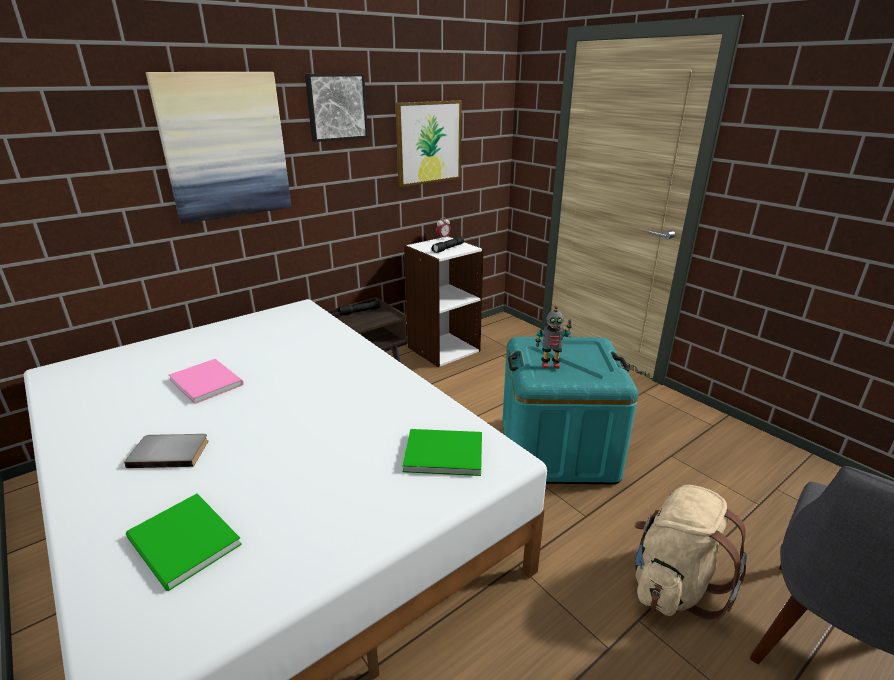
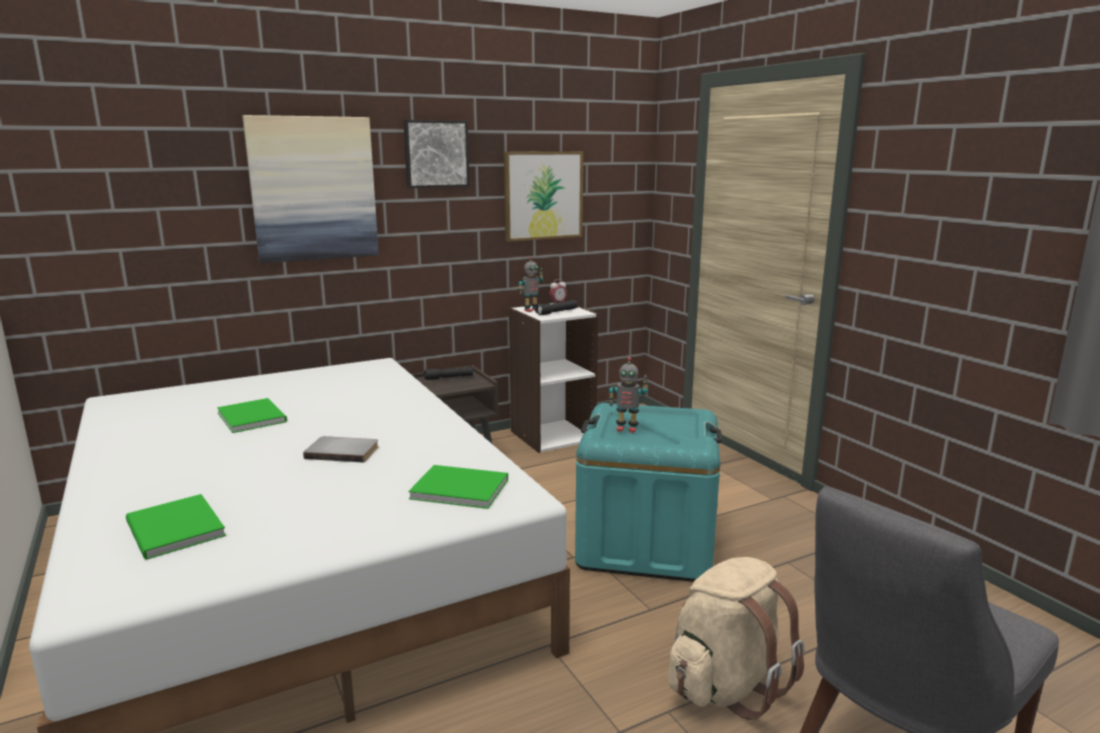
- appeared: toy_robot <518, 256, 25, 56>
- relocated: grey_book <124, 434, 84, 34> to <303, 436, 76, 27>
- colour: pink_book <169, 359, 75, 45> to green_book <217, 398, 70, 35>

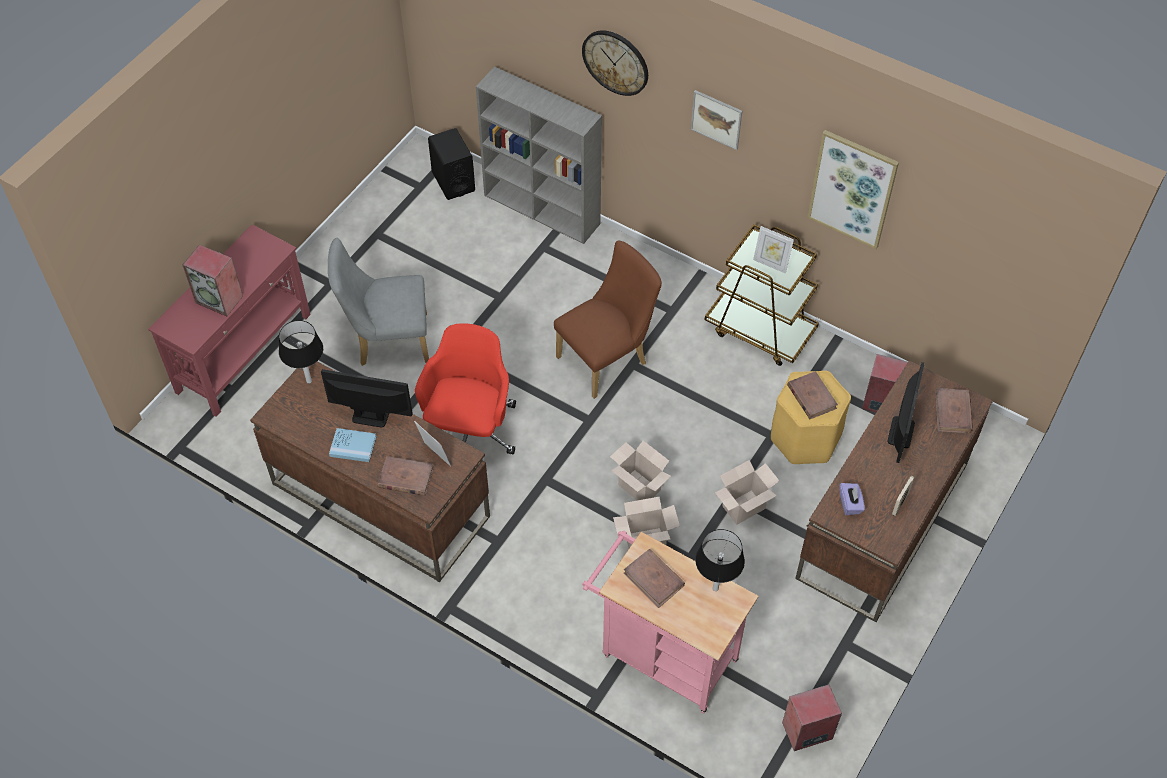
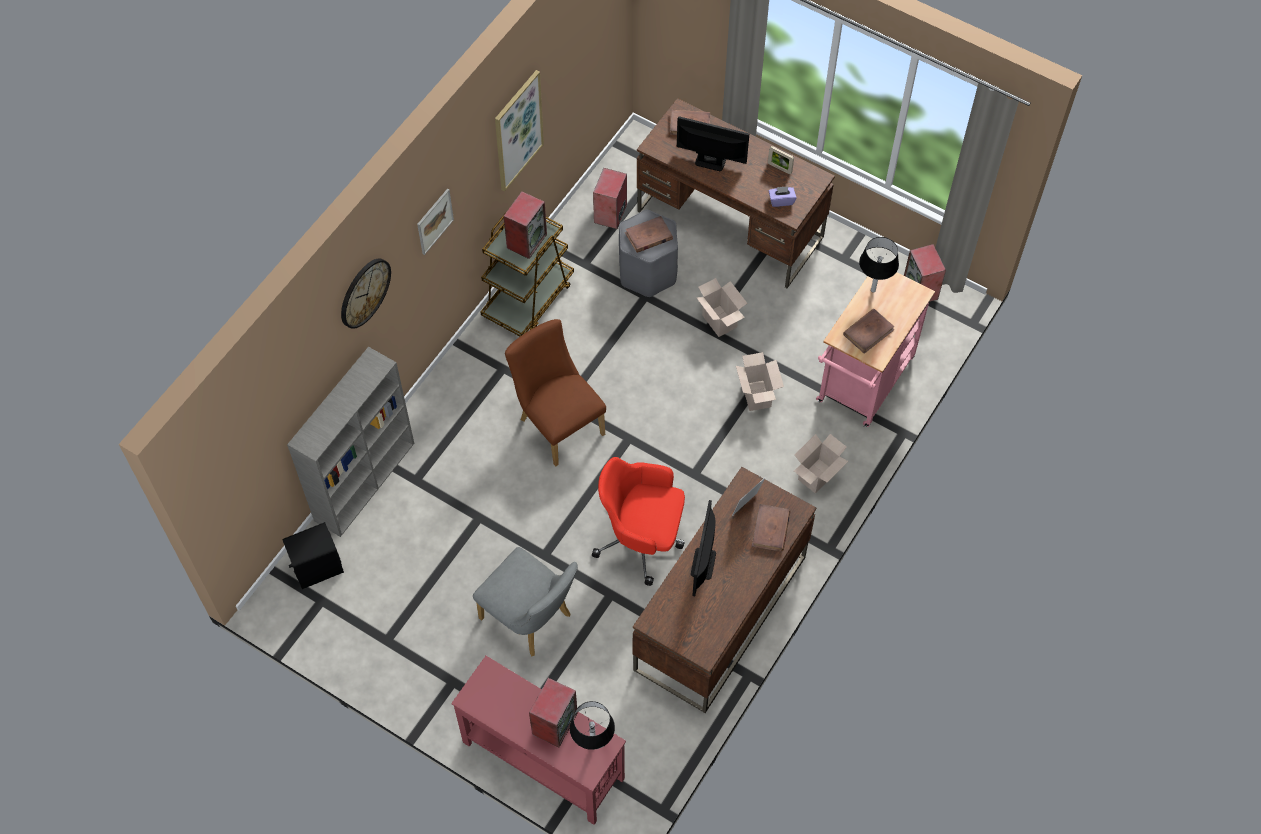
- missing: blue_book <329, 428, 48, 34>
- relocated: black_table_lamp <279, 320, 44, 64> to <570, 701, 45, 49>
- relocated: cardboard_box <610, 440, 61, 60> to <794, 434, 54, 60>
- exchanged: picture_frame <753, 226, 41, 48> to speaker <504, 191, 43, 68>
- colour: yellow_stool <771, 371, 80, 93> to grey_stool <619, 210, 59, 87>
- spun: grey_chair <328, 238, 101, 128> = <473, 547, 105, 110> 45 degrees counterclockwise

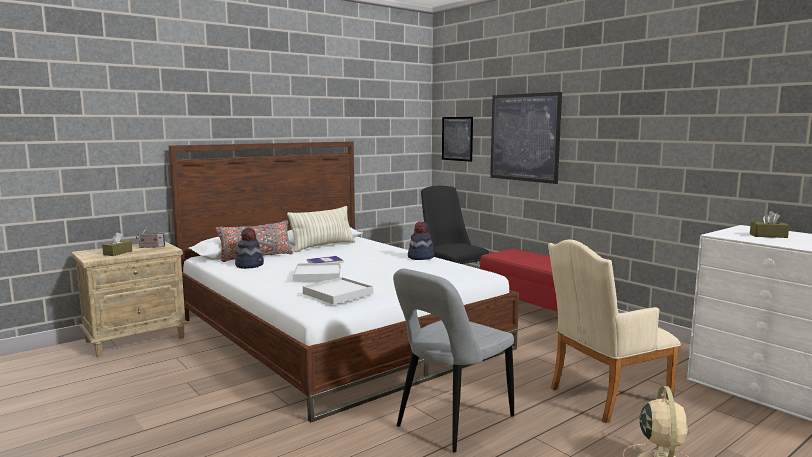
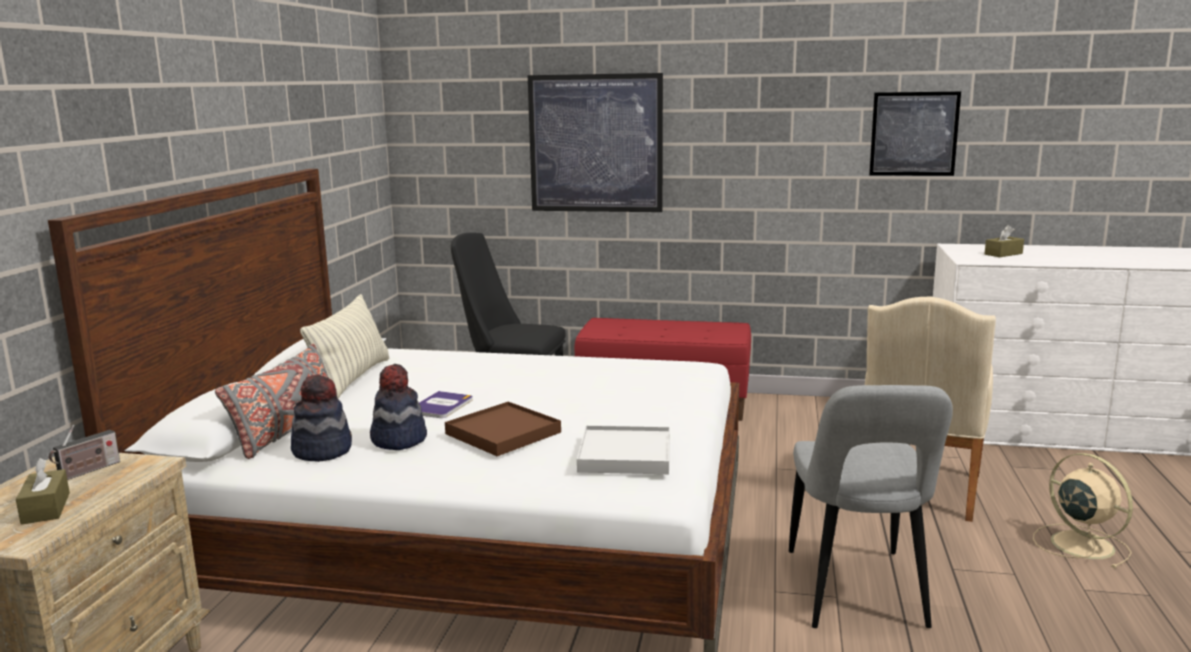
- relocated: hat <408, 221, 26, 39> to <370, 364, 57, 86>
- relocated: picture <442, 117, 31, 45> to <869, 91, 92, 85>
- colour: white_tray <293, 263, 47, 18> to brown_tray <445, 402, 116, 54>

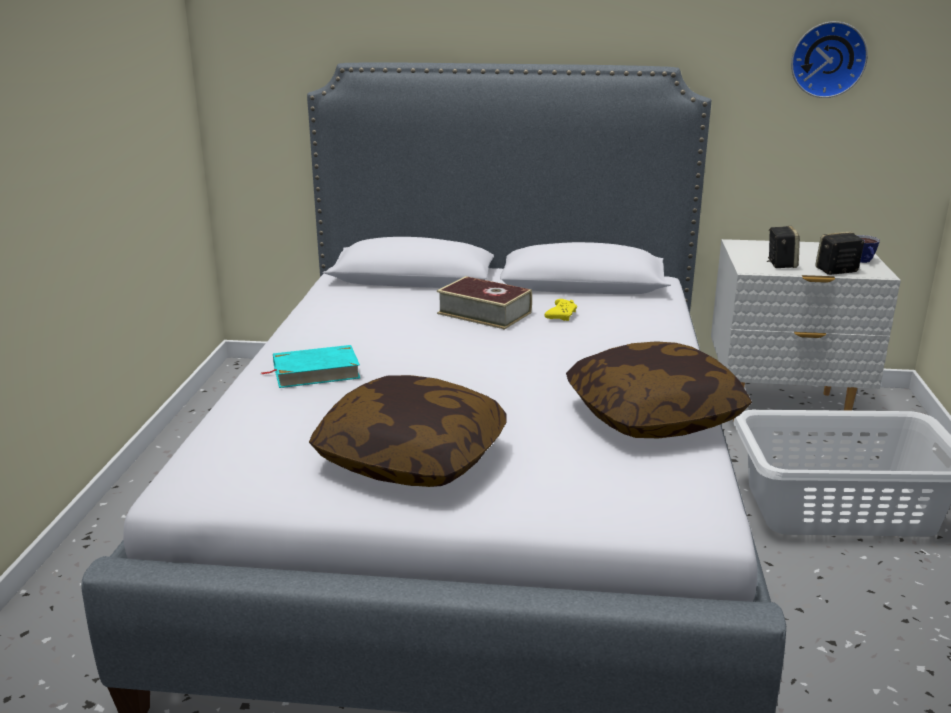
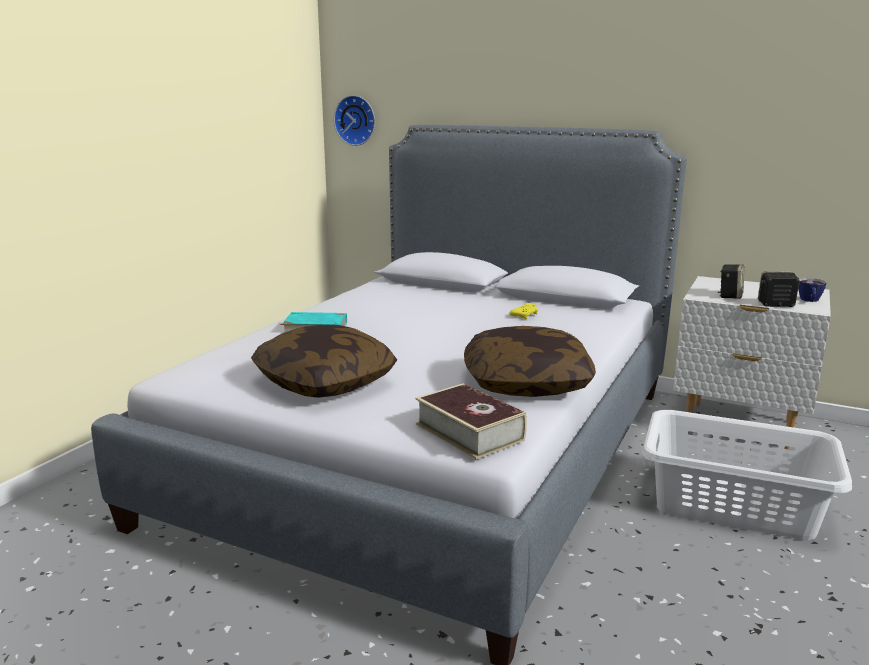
- relocated: book <437, 276, 95, 54> to <416, 383, 111, 76>
- relocated: wall_clock <791, 21, 77, 77> to <334, 95, 41, 51>

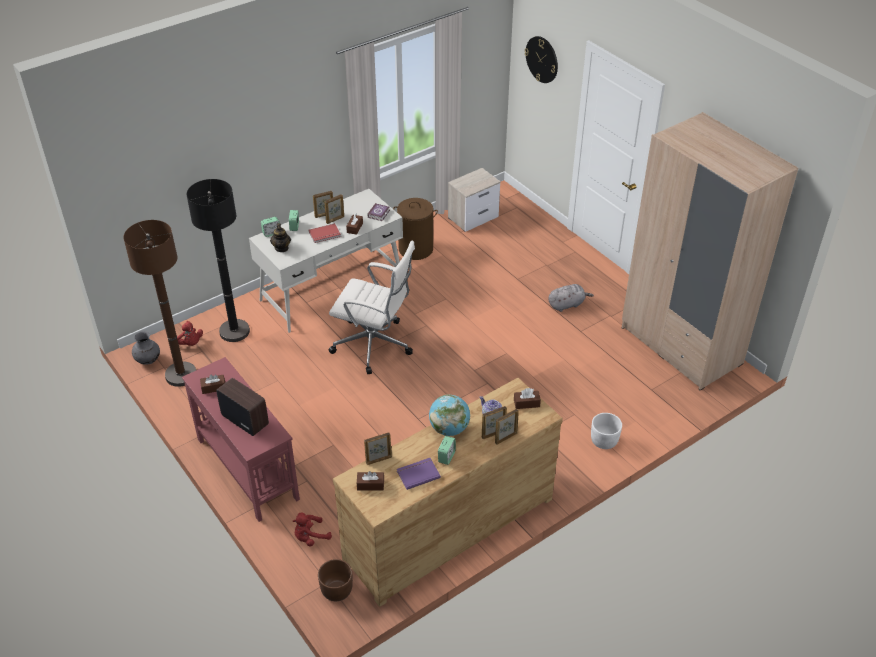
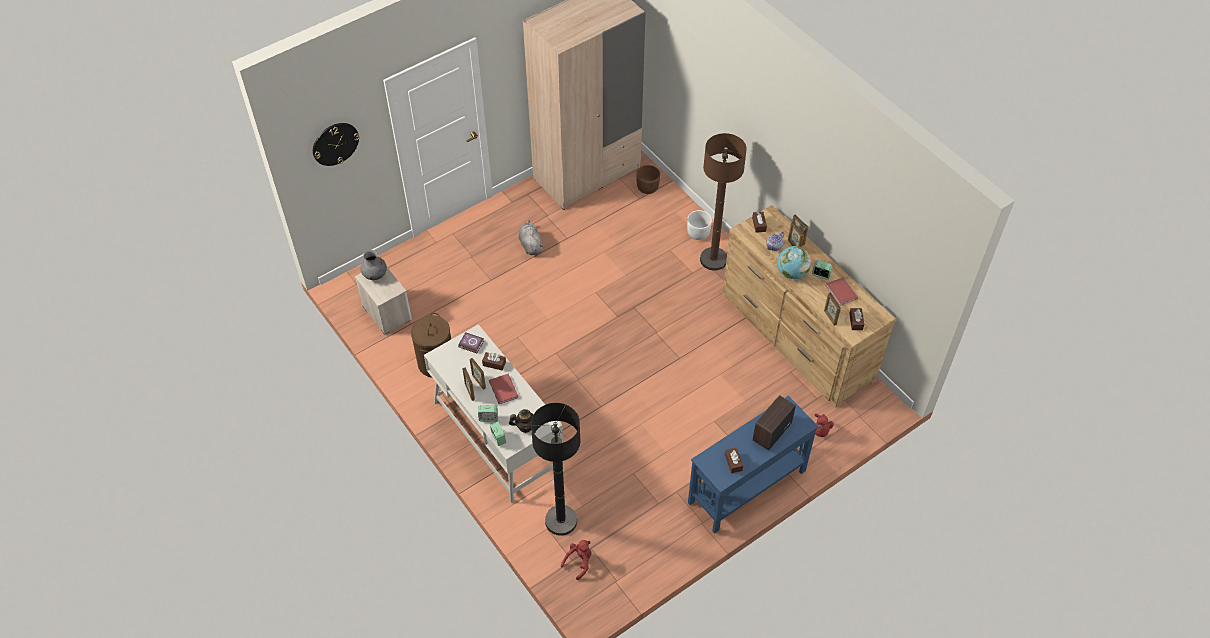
- missing: white_office_chair <329, 240, 86, 134>
- relocated: brown_floor_lamp <123, 220, 73, 167> to <700, 133, 47, 138>
- relocated: grey_vase <132, 331, 28, 34> to <360, 250, 27, 30>
- relocated: brown_planter <318, 559, 35, 42> to <636, 165, 24, 29>
- colour: red_console_table <182, 357, 118, 165> to blue_console_table <688, 396, 130, 138>
- colour: purple_book <397, 458, 44, 32> to red_book <826, 277, 32, 29>

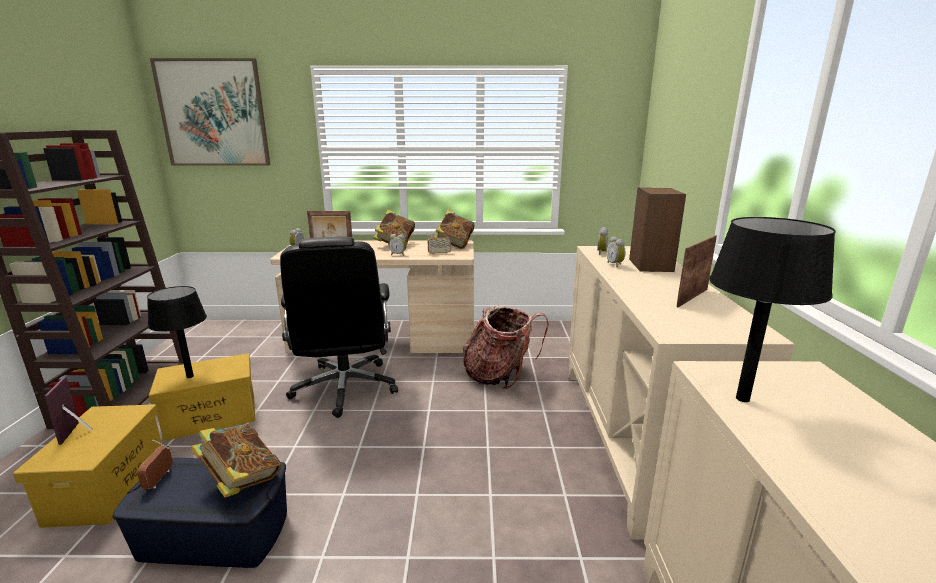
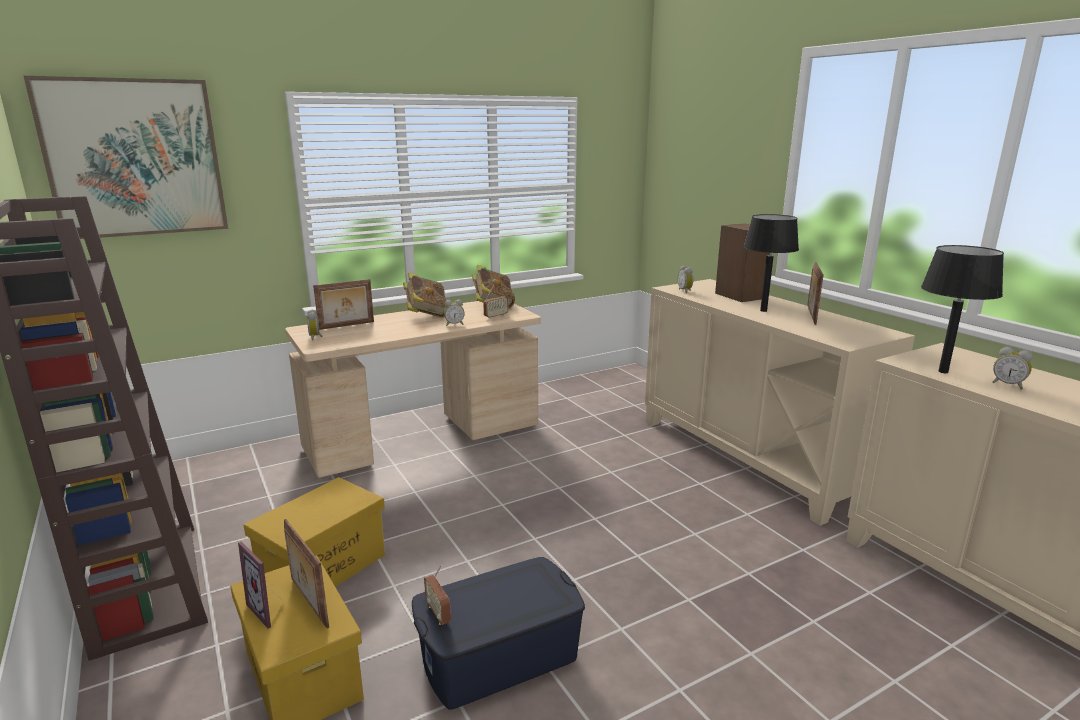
- missing: book <191, 424, 90, 74>
- missing: black_office_chair <280, 237, 118, 181>
- missing: backpack <462, 306, 87, 83>
- appeared: picture_frame <284, 519, 45, 110>
- relocated: black_table_lamp <147, 286, 60, 92> to <744, 214, 55, 98>
- relocated: alarm_clock <606, 237, 20, 31> to <992, 347, 40, 42>

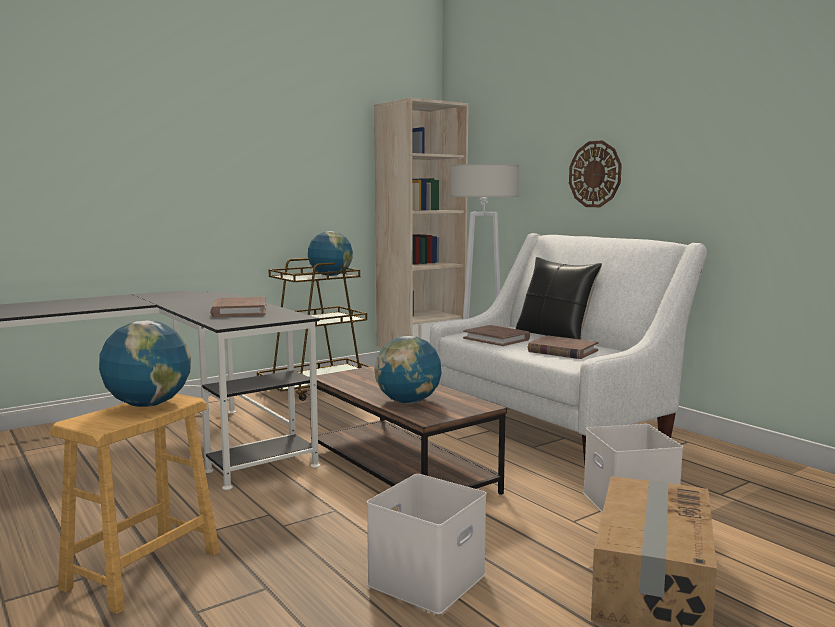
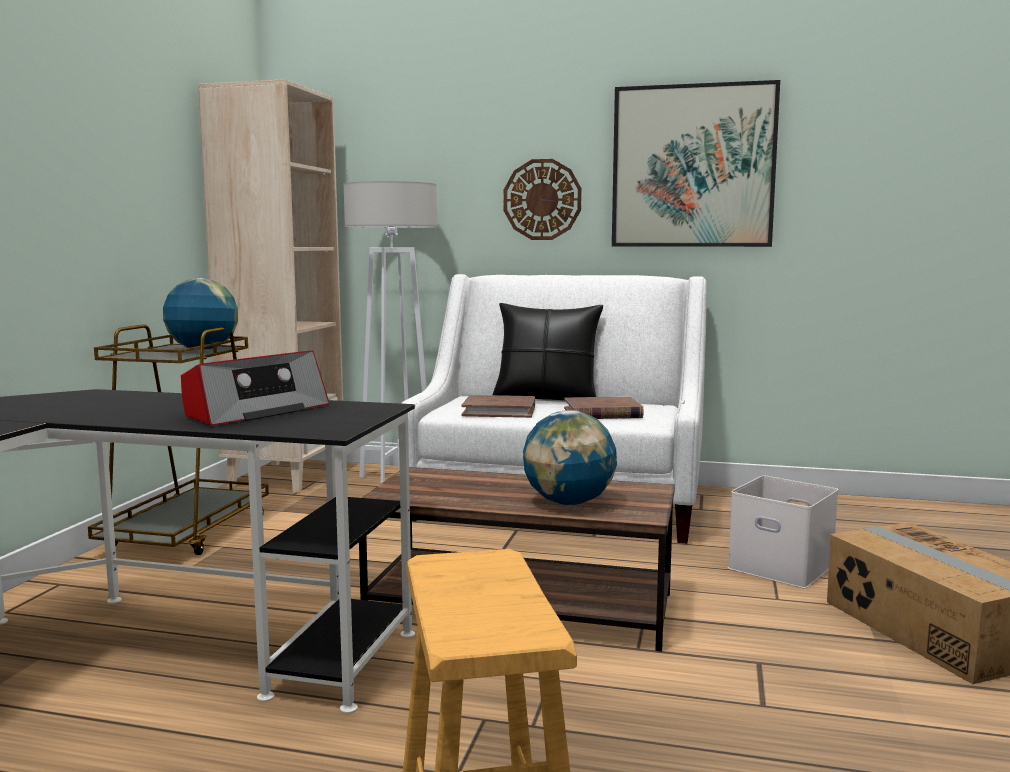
- missing: globe <99, 321, 92, 86>
- missing: white_storage_box <367, 474, 120, 140>
- appeared: picture <612, 80, 168, 167>
- exchanged: brown_book <211, 297, 55, 20> to radio <181, 351, 148, 75>

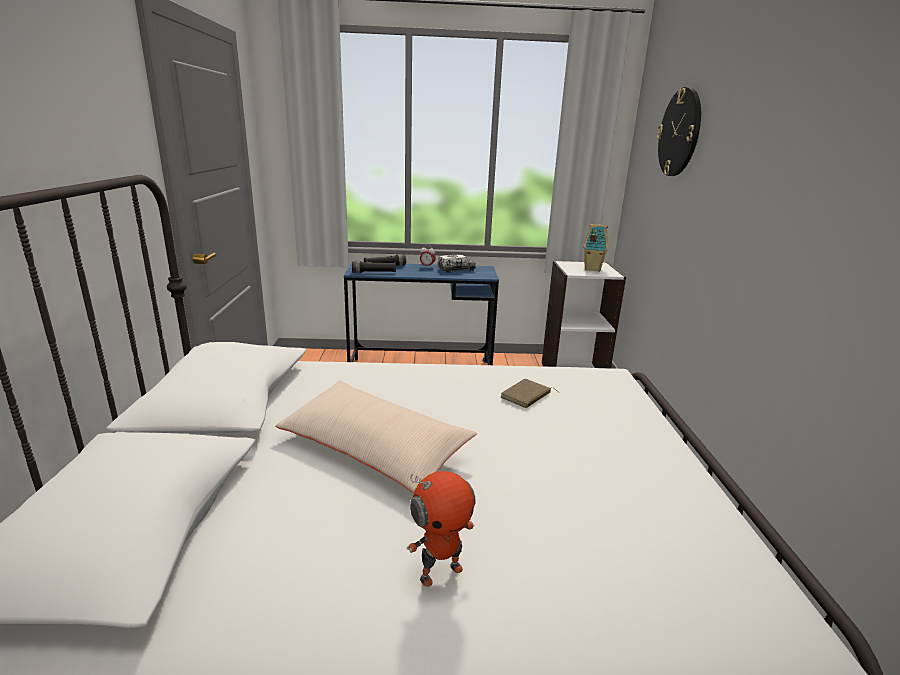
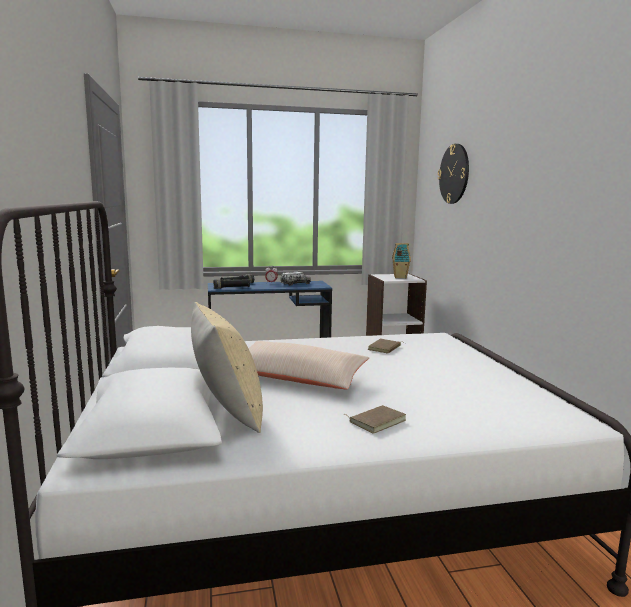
- appeared: beige_pillow <191, 302, 72, 131>
- exchanged: toy_robot <407, 471, 69, 116> to brown_book <345, 405, 61, 29>

